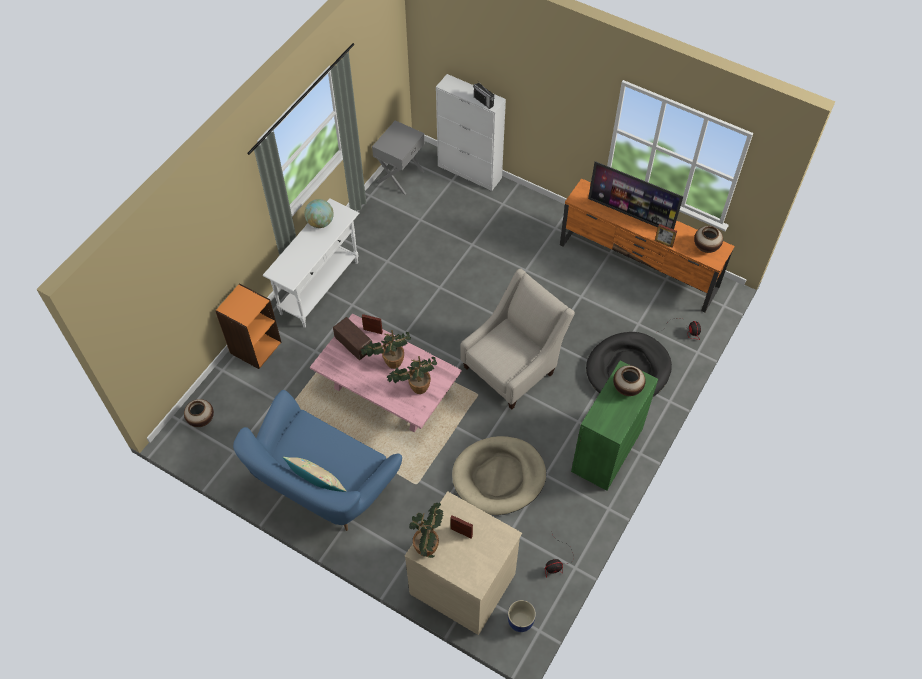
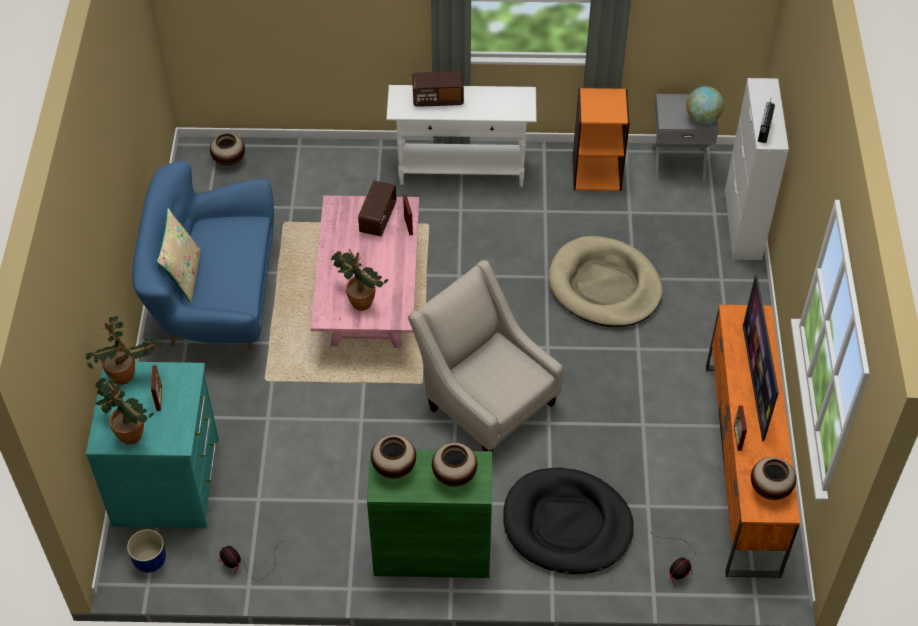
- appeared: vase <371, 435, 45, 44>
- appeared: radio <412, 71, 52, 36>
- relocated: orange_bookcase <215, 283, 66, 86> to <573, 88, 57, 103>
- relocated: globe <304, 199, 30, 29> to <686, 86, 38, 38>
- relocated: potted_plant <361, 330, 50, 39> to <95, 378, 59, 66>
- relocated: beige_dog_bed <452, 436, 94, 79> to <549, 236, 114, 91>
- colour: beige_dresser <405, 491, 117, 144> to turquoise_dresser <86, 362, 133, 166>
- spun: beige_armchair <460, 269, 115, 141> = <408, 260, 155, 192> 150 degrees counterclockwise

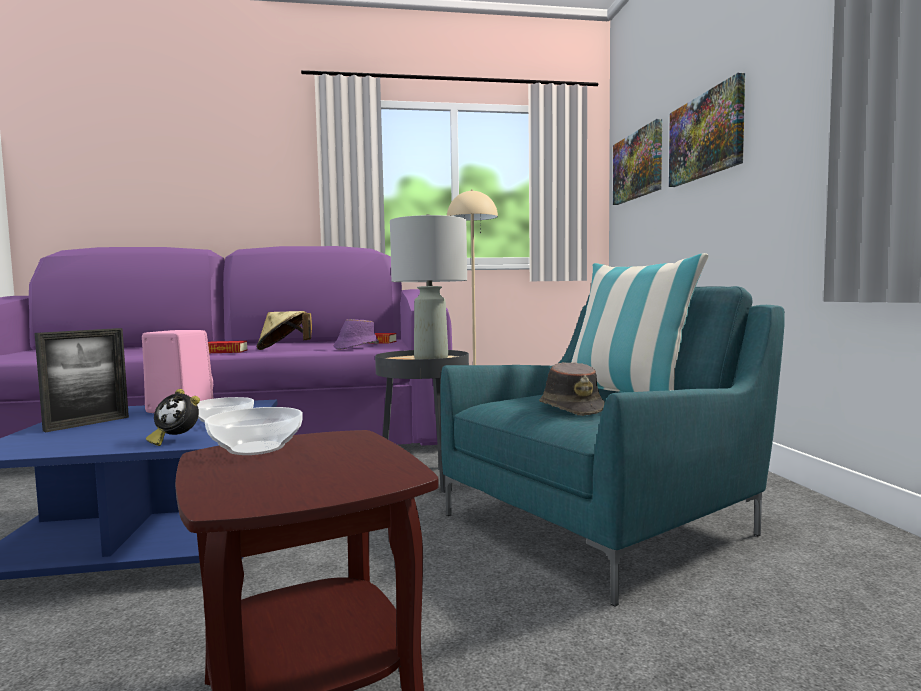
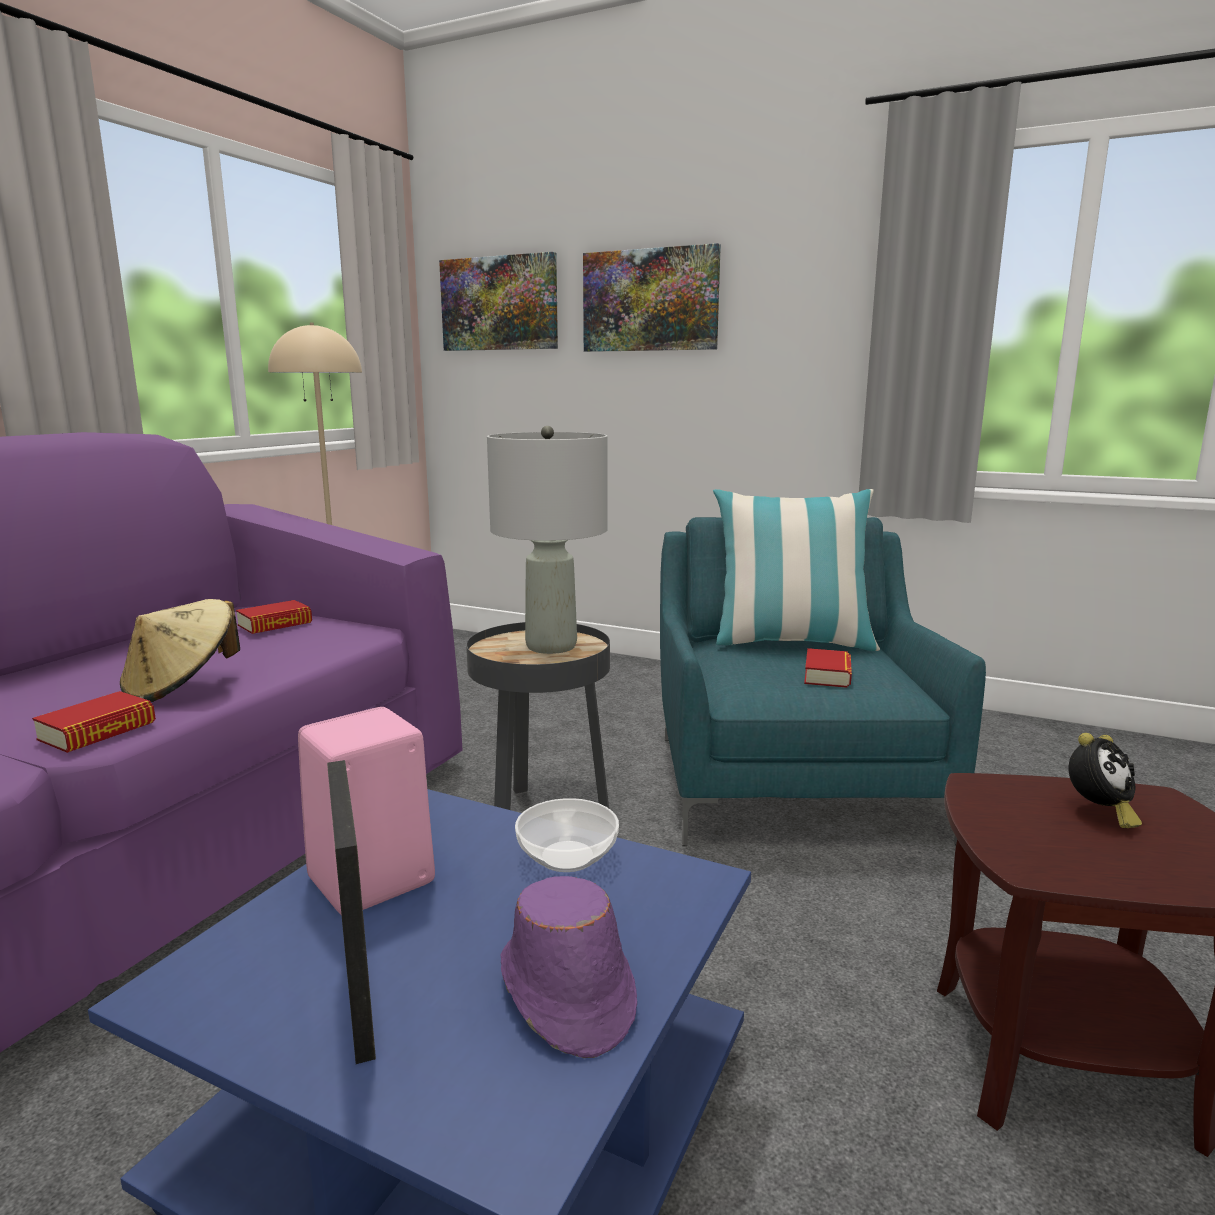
- missing: bowl <205, 407, 98, 48>
- relocated: alarm_clock <146, 389, 54, 57> to <1068, 733, 74, 95>
- relocated: purple_hat <334, 319, 45, 30> to <501, 876, 136, 182>
- exchanged: brown_hat <539, 362, 66, 54> to book <804, 648, 48, 40>

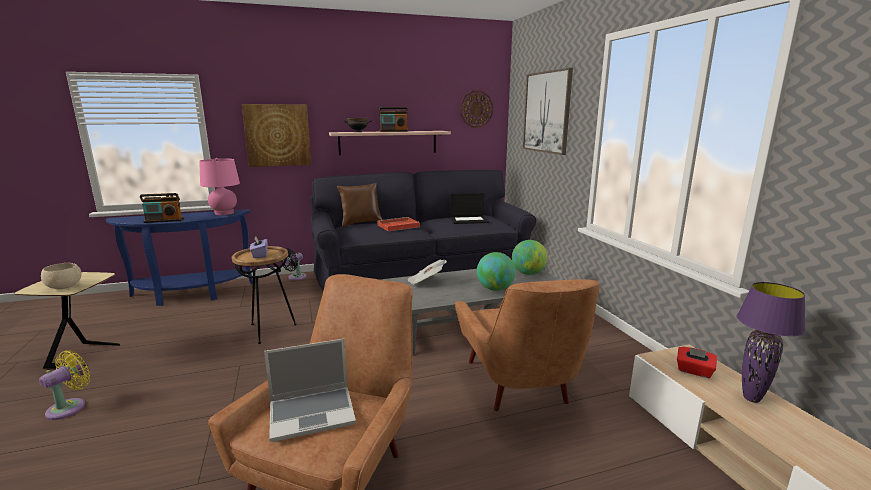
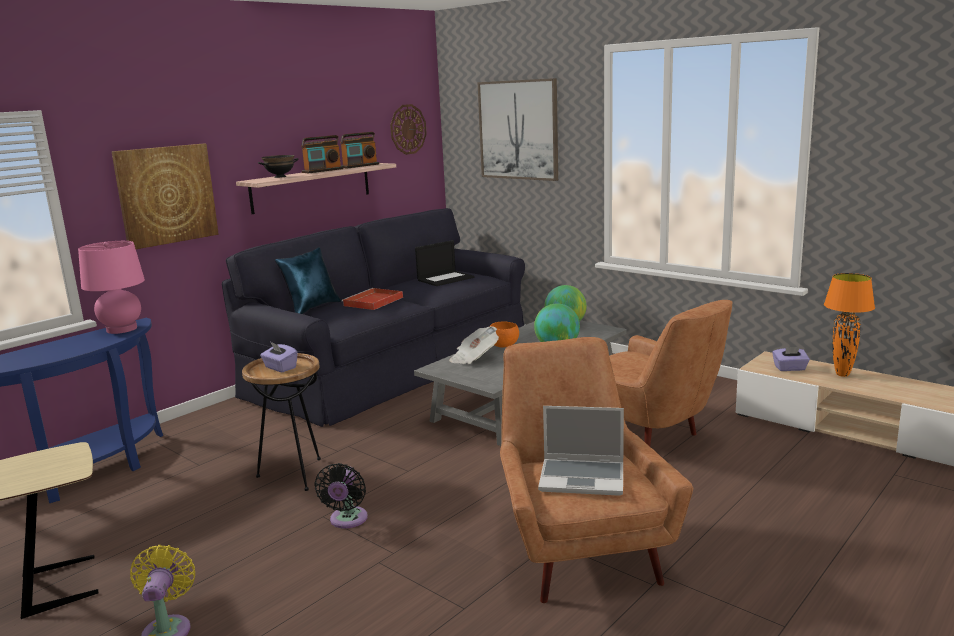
- missing: beige_bowl <41, 263, 41, 26>
- appeared: orange_bowl <489, 321, 30, 26>
- relocated: radio <140, 193, 44, 30> to <340, 132, 39, 36>
- relocated: black_fan <281, 248, 26, 32> to <314, 463, 54, 65>
- colour: brown_pillow <337, 183, 46, 44> to blue_pillow <275, 247, 66, 67>
- colour: red_tissue_box <677, 347, 40, 31> to purple_tissue_box <772, 347, 38, 24>
- colour: purple_table_lamp <736, 282, 70, 121> to orange_table_lamp <824, 273, 51, 104>
- spun: laptop <264, 339, 92, 103> = <538, 406, 86, 90> 60 degrees clockwise

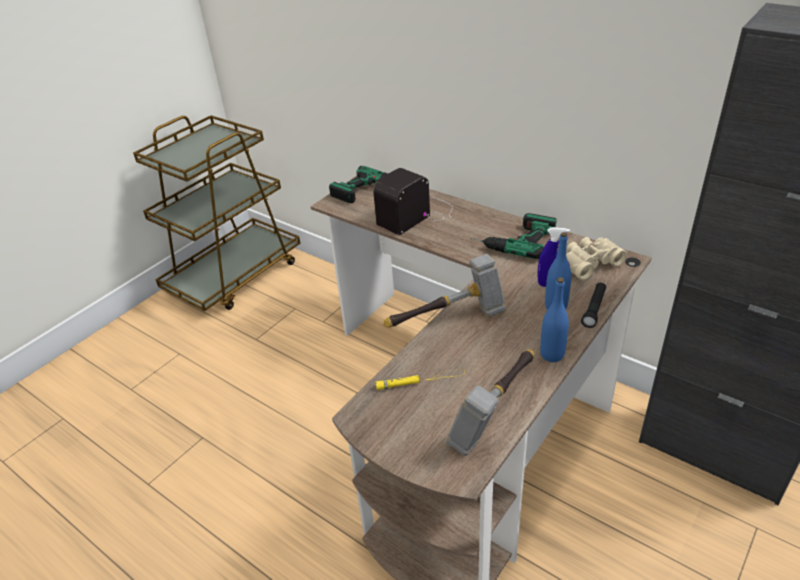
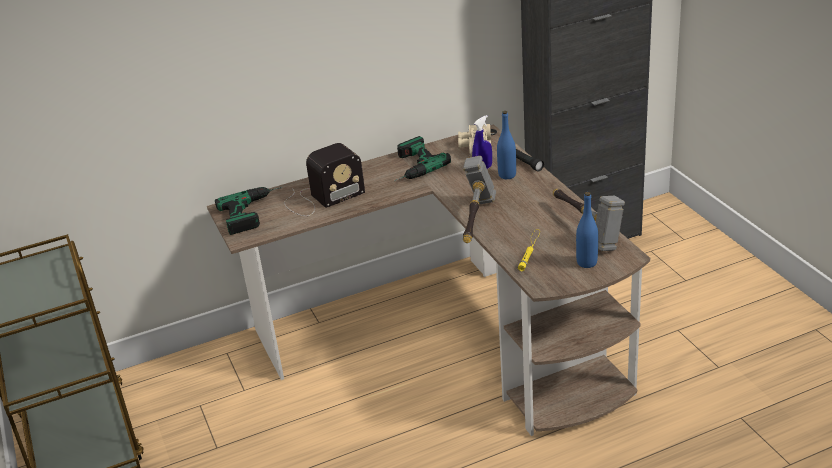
- relocated: blue_bottle <540, 278, 29, 84> to <576, 192, 22, 76>
- spun: radio <373, 168, 82, 67> = <284, 143, 81, 73> 105 degrees counterclockwise

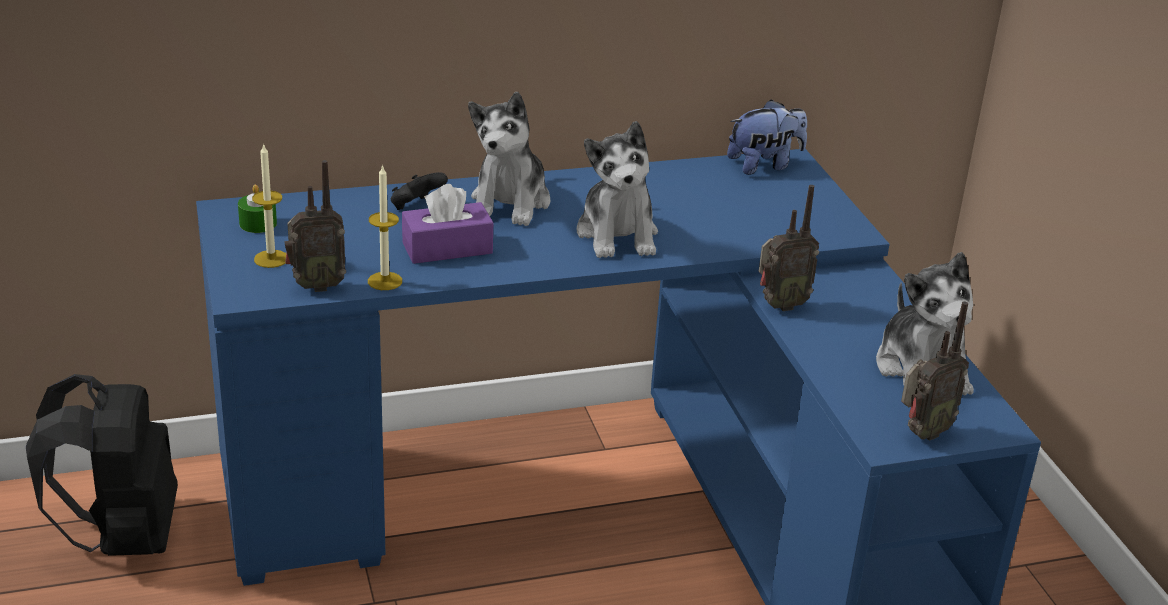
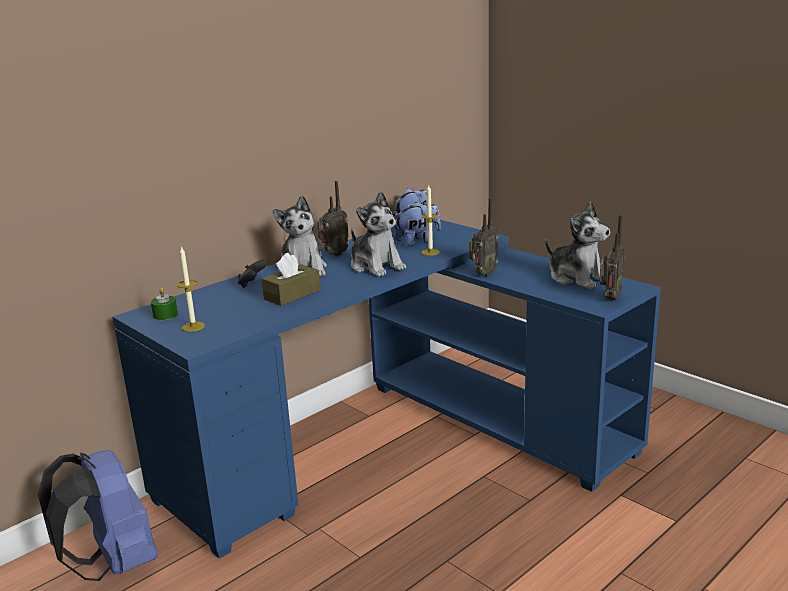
- appeared: plush_toy <395, 202, 46, 44>
- relocated: radio <284, 160, 62, 132> to <317, 181, 32, 75>
- relocated: candle <368, 164, 34, 126> to <421, 185, 19, 71>
- colour: black_backpack <26, 374, 152, 182> to blue_backpack <38, 450, 120, 131>
- colour: purple_tissue_box <402, 184, 91, 80> to brown_tissue_box <262, 253, 58, 53>

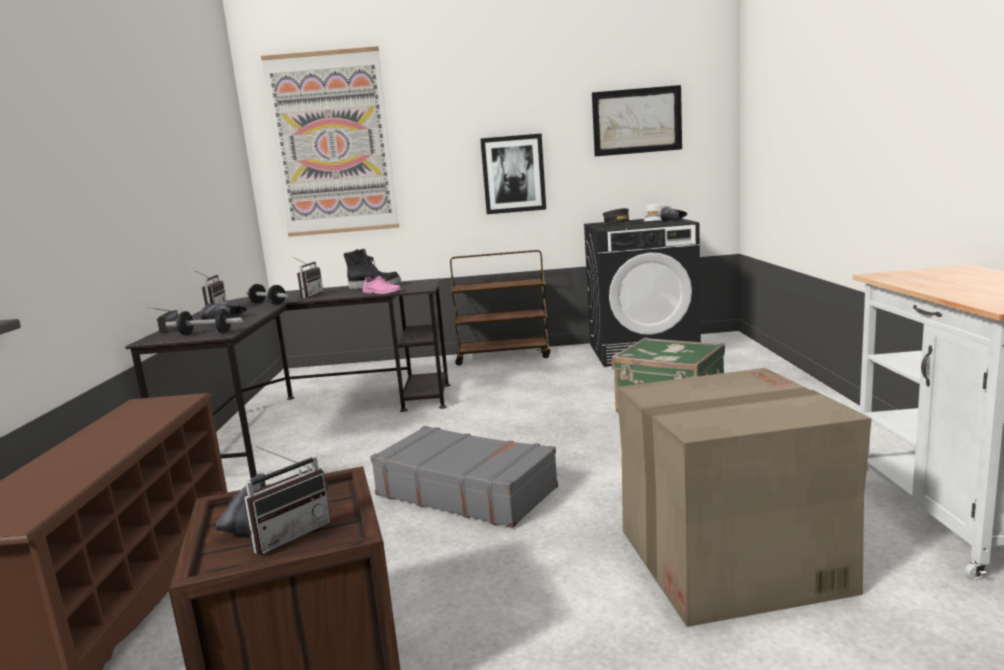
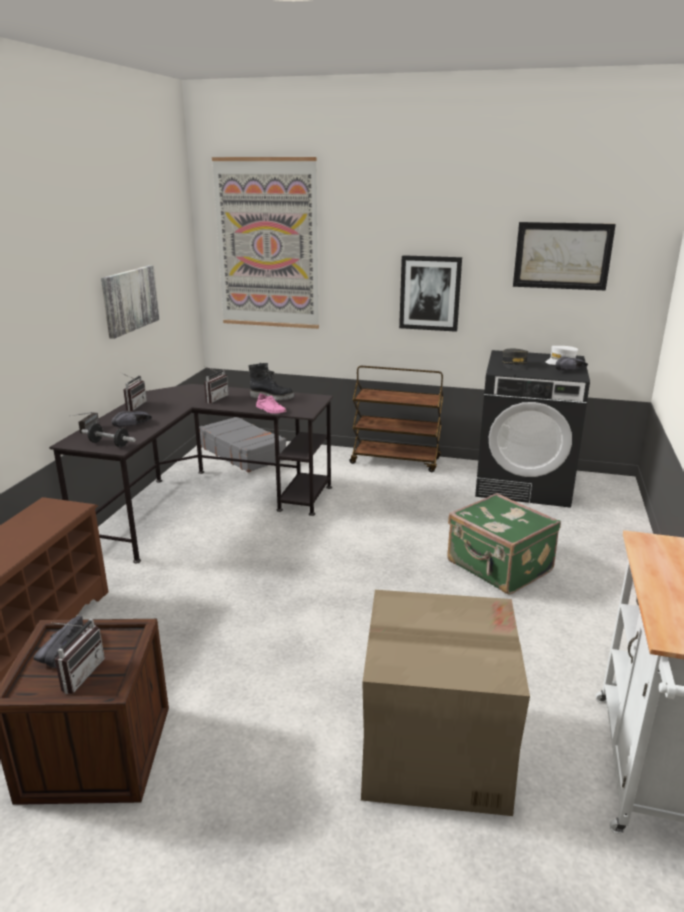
- missing: dumbbell <246, 284, 43, 21>
- appeared: picture <101, 265, 59, 74>
- relocated: grey_suitcase <370, 426, 188, 102> to <199, 417, 87, 56>
- spun: radio <243, 446, 88, 109> = <51, 619, 54, 75> 45 degrees counterclockwise

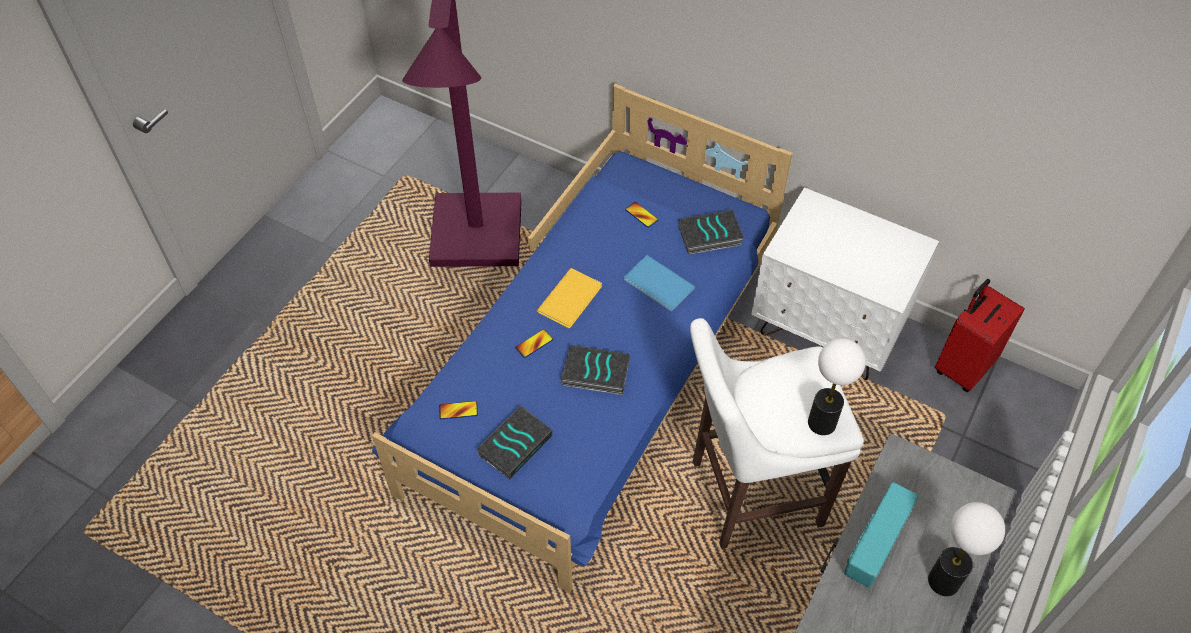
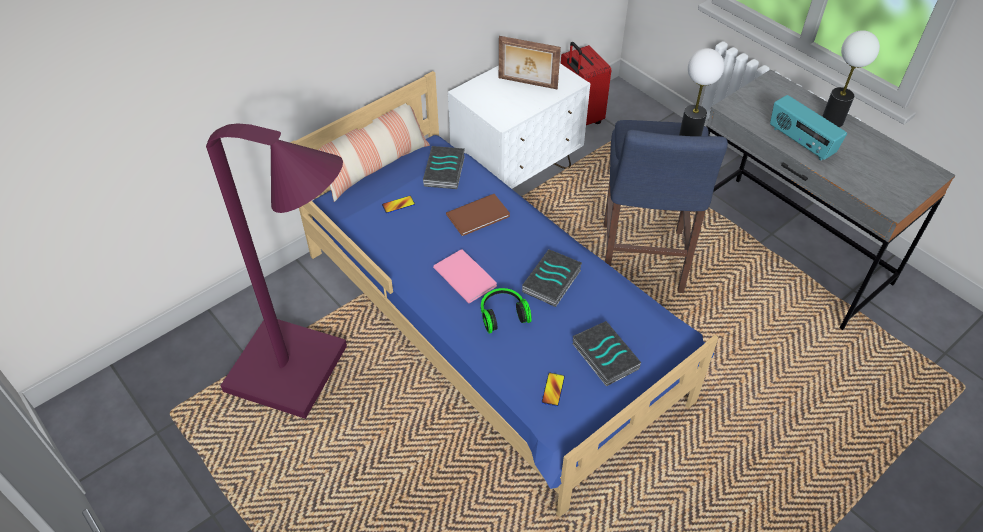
- appeared: pillow <318, 103, 112, 99>
- appeared: picture_frame <499, 36, 62, 53>
- exchanged: phone <515, 329, 38, 29> to headphones <481, 288, 51, 46>
- colour: yellow_book <537, 268, 65, 60> to pink_book <433, 249, 64, 54>
- colour: blue_book <624, 255, 71, 56> to brown_book <446, 194, 64, 42>
- colour: white_stool <690, 318, 173, 231> to blue_stool <604, 120, 124, 173>

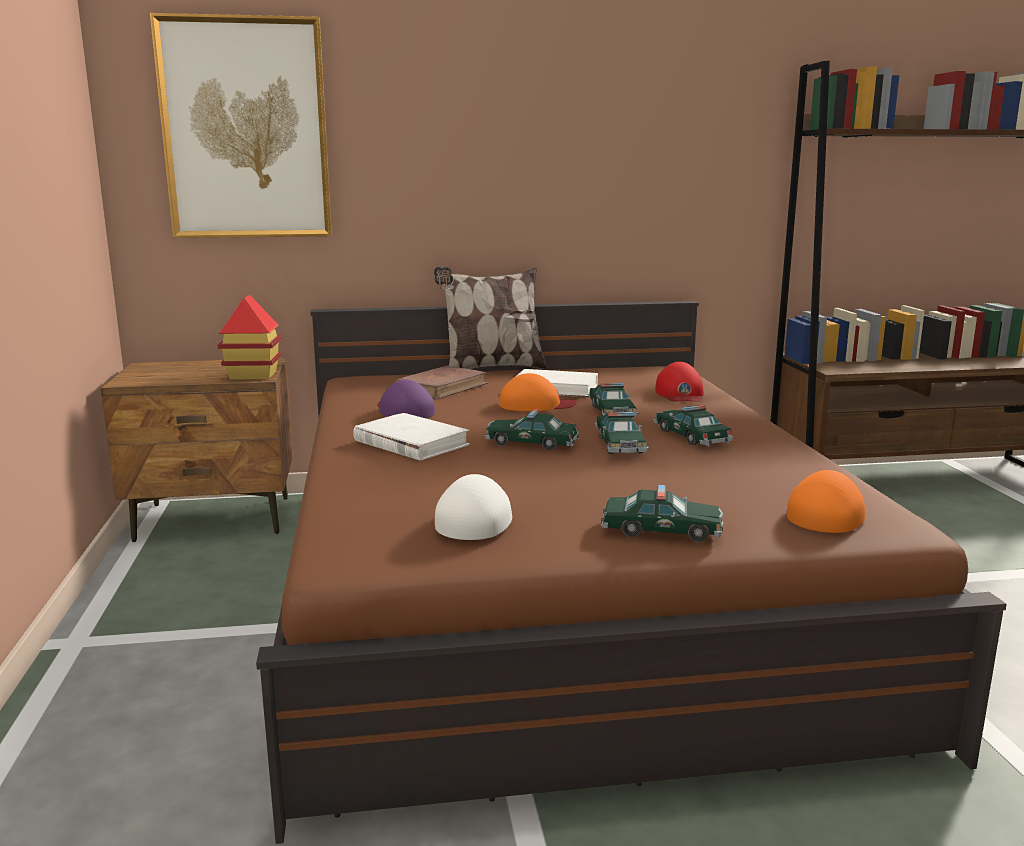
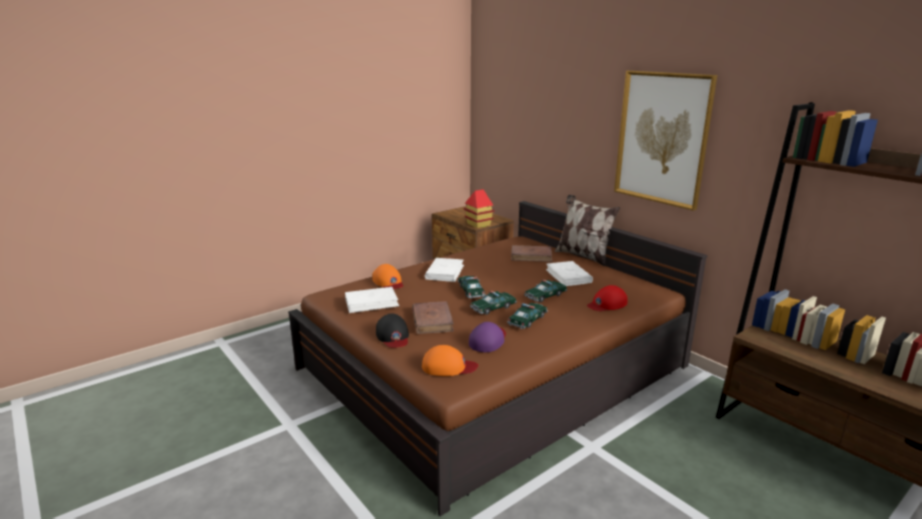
- appeared: brown_book <412, 301, 42, 33>
- relocated: picture <150, 13, 182, 225> to <614, 70, 103, 141>
- relocated: purple_cap <378, 379, 57, 39> to <469, 322, 37, 30>
- relocated: orange_cap <499, 373, 79, 38> to <372, 264, 31, 25>
- exchanged: white_cap <435, 474, 77, 66> to white_book <345, 287, 55, 26>
- exchanged: toy_car <601, 485, 122, 57> to black_cap <376, 313, 33, 35>

